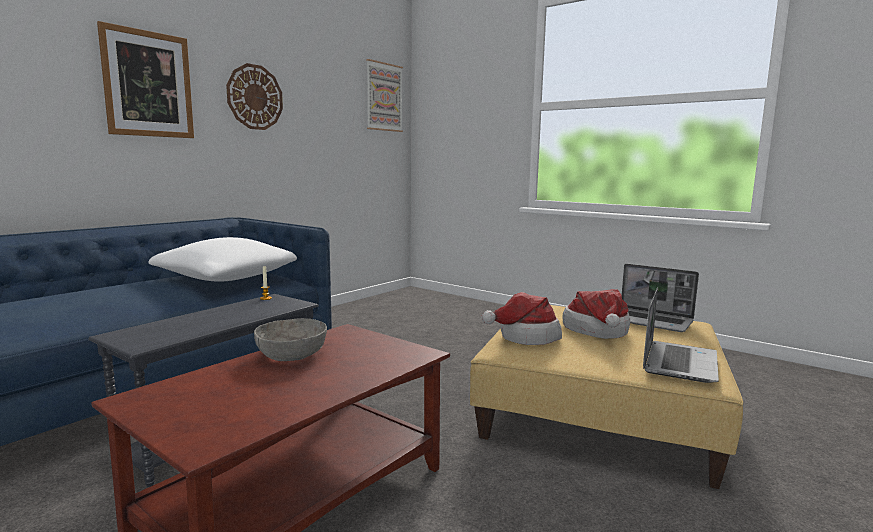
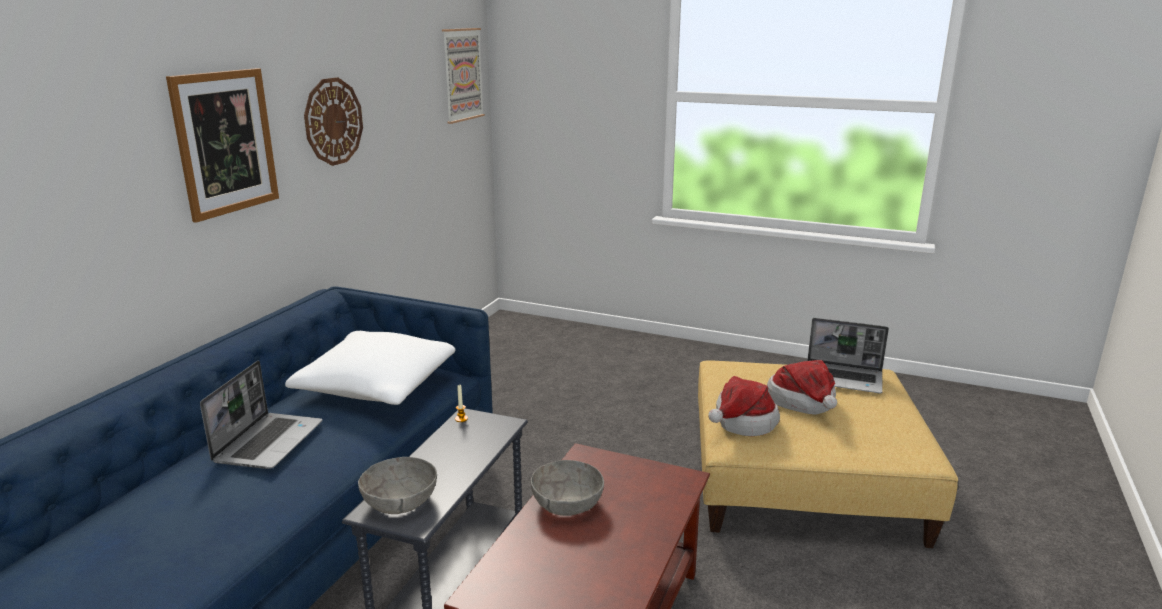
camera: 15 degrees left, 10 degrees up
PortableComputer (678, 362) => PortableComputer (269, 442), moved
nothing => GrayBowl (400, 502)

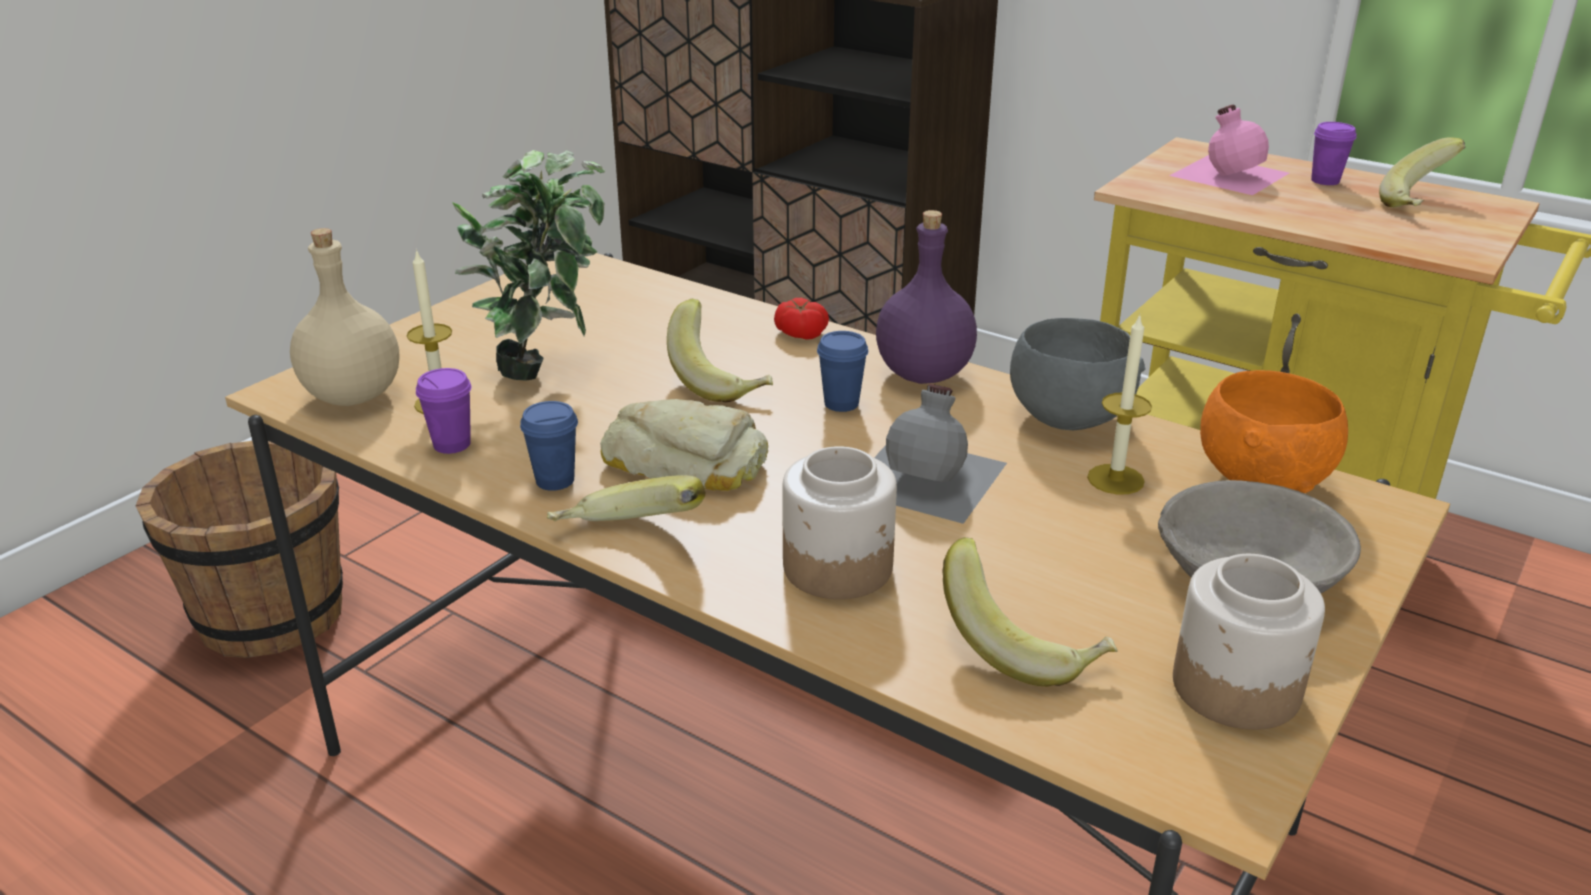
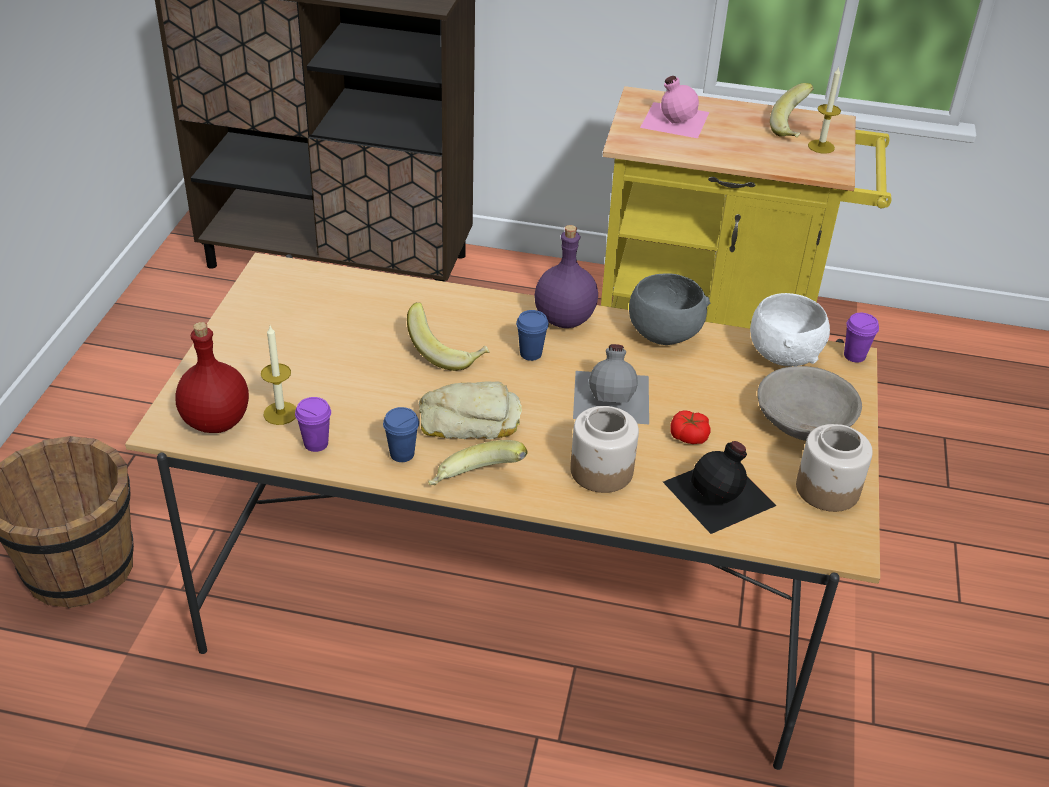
camera: 25 degrees left, 10 degrees up
PurpleColouredCup (1325, 181) => PurpleColouredCup (854, 356), moved
Houseplant (547, 369) => nothing
SandColouredDrinkBottle (351, 396) => RedColouredDrinkBottle (215, 422)
Tomato (800, 333) => Tomato (689, 436), moved
Candle (1115, 479) => Candle (821, 146), moved
OrangeyBowl (1263, 480) => WhitishBowl (783, 355)
BananaFruit (1023, 646) => BlackColouredDrinkBottle (721, 494)

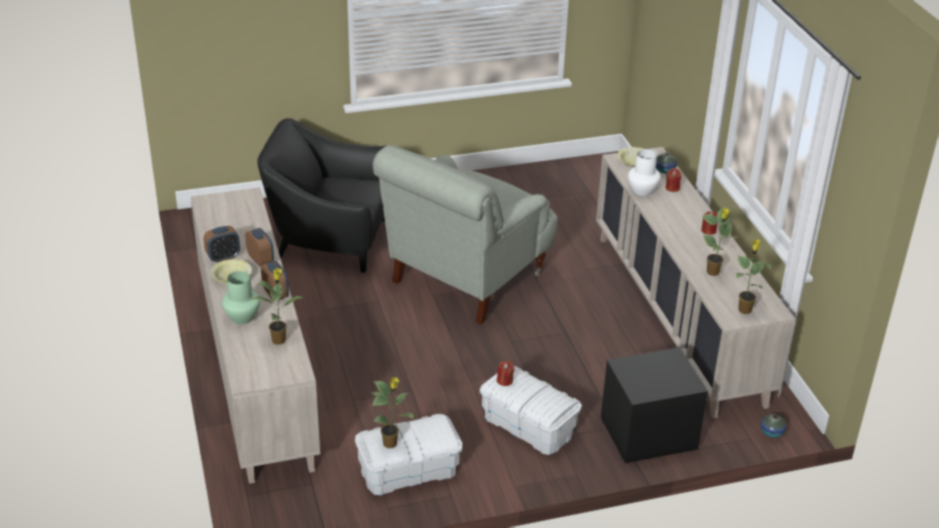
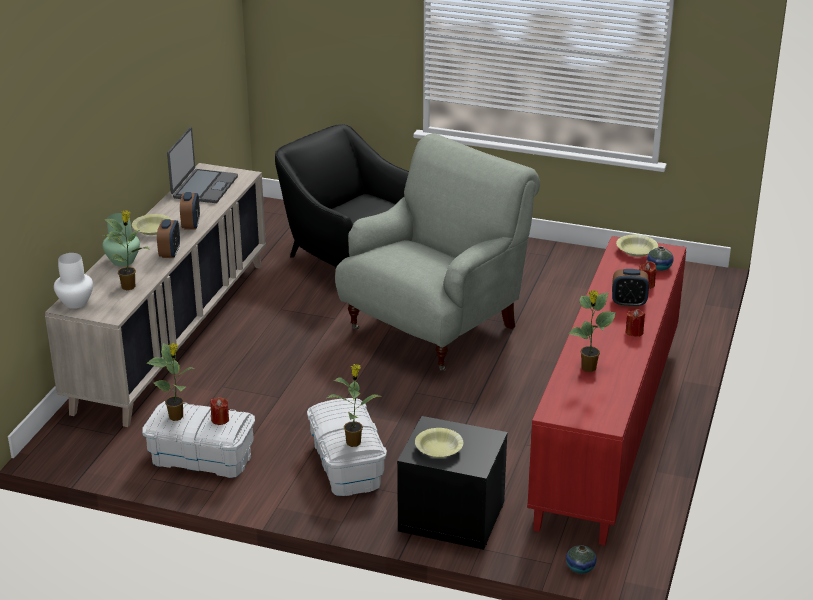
camera: 35 degrees right, 5 degrees down
GrayLoungeChair (466, 279) => GrayLoungeChair (434, 327), 150 degrees clockwise
SandColouredStorageCabinet (678, 316) => RedColouredStorageCabinet (607, 431)
WhitishDecorativeVase (642, 190) => WhitishDecorativeVase (76, 302), moved
BedsideClock (223, 257) => BedsideClock (628, 303), moved
Houseplant (744, 309) => Houseplant (354, 442), moved
RedColouredCandle (504, 381) => RedColouredCandle (220, 419), moved
nothing => PortableComputer (204, 187)
nothing => YellowColouredBowl (439, 449)

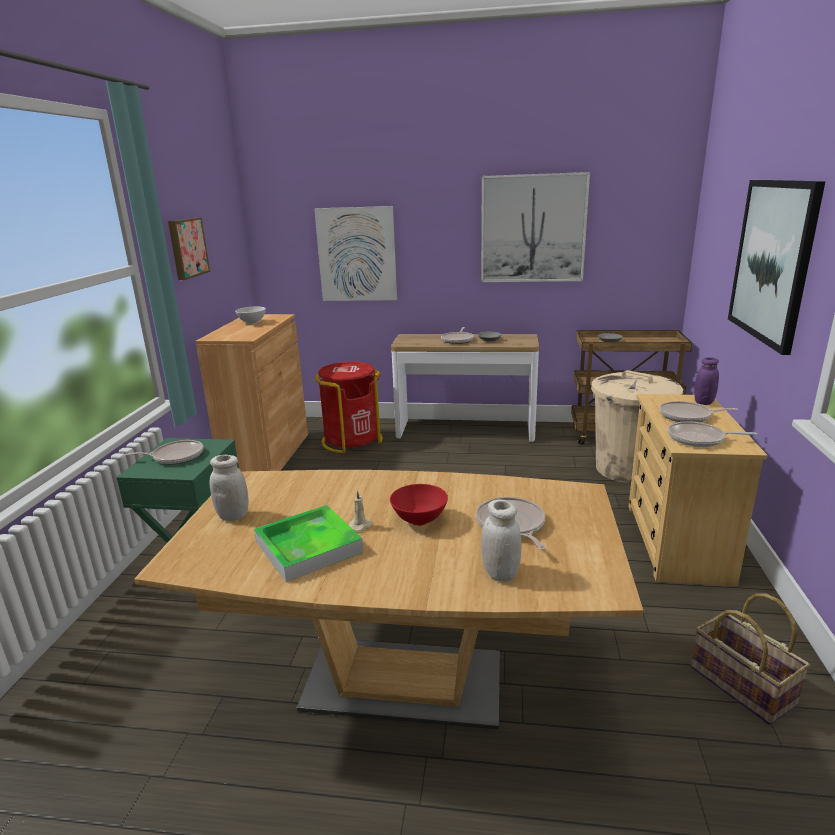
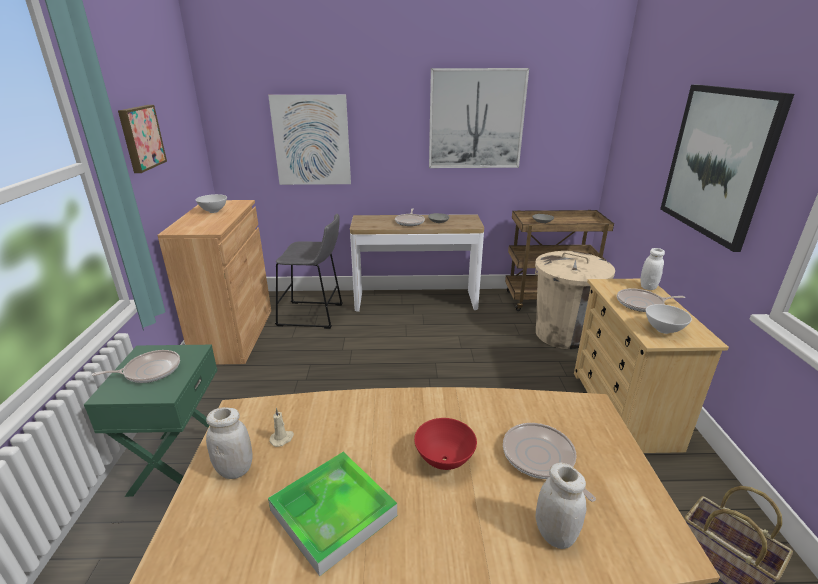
camera: 10 degrees left, 5 degrees up
PurpleColouredPreserveJar (703, 402) => WhitishPreserveJar (648, 287)
RedColouredWasteBin (351, 440) => GrayStoolSeat (314, 315)
FryingPan (699, 439) => WhitishBowl (663, 330)
SandColouredCandle (361, 525) => SandColouredCandle (282, 438), moved

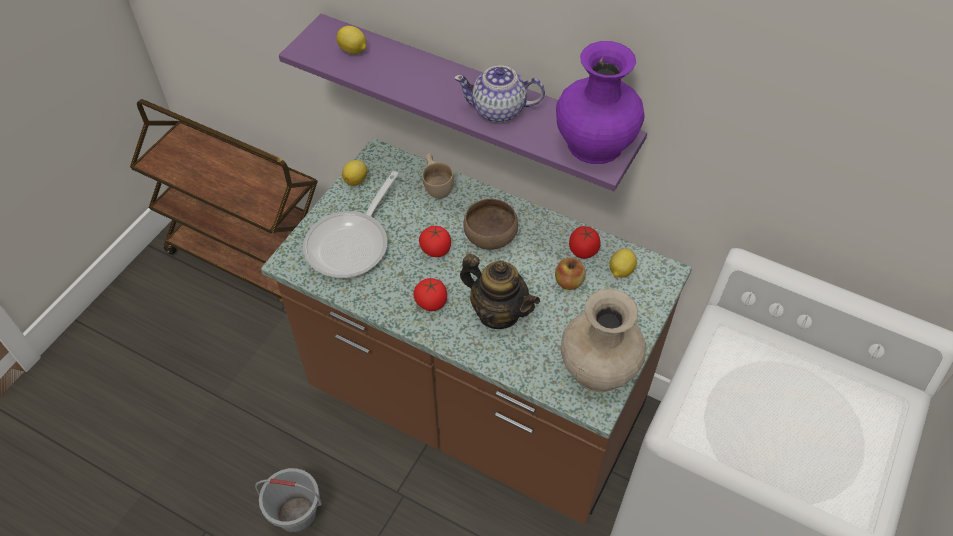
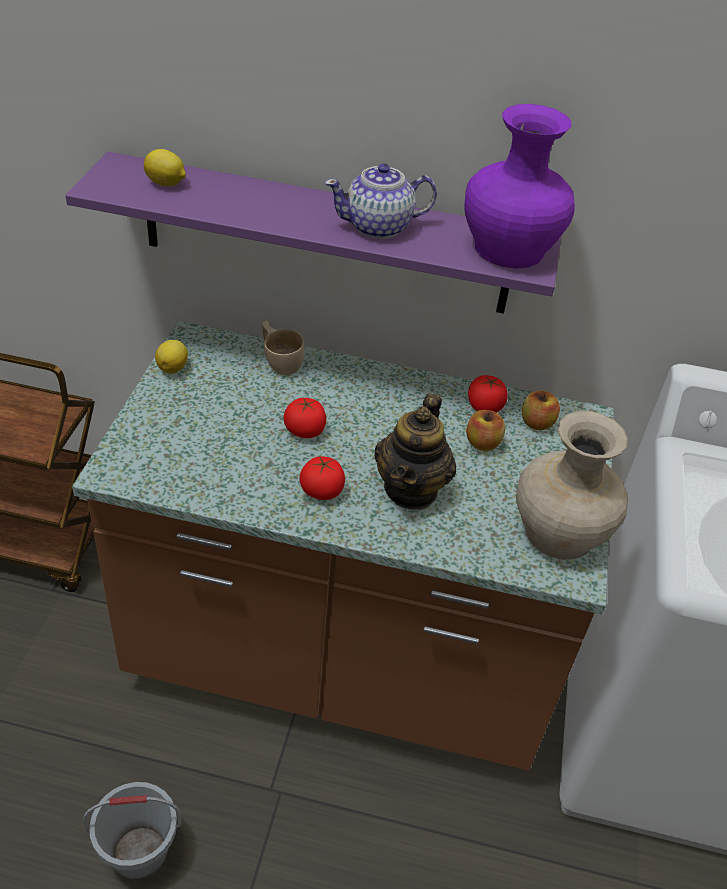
camera: 20 degrees left, 10 degrees down
FryingPan (352, 243) => nothing
BrownBowl (490, 236) => nothing
CitrusFruit (620, 271) => Apple (537, 423)
TeaPot (498, 312) => TeaPot (411, 489), 90 degrees clockwise

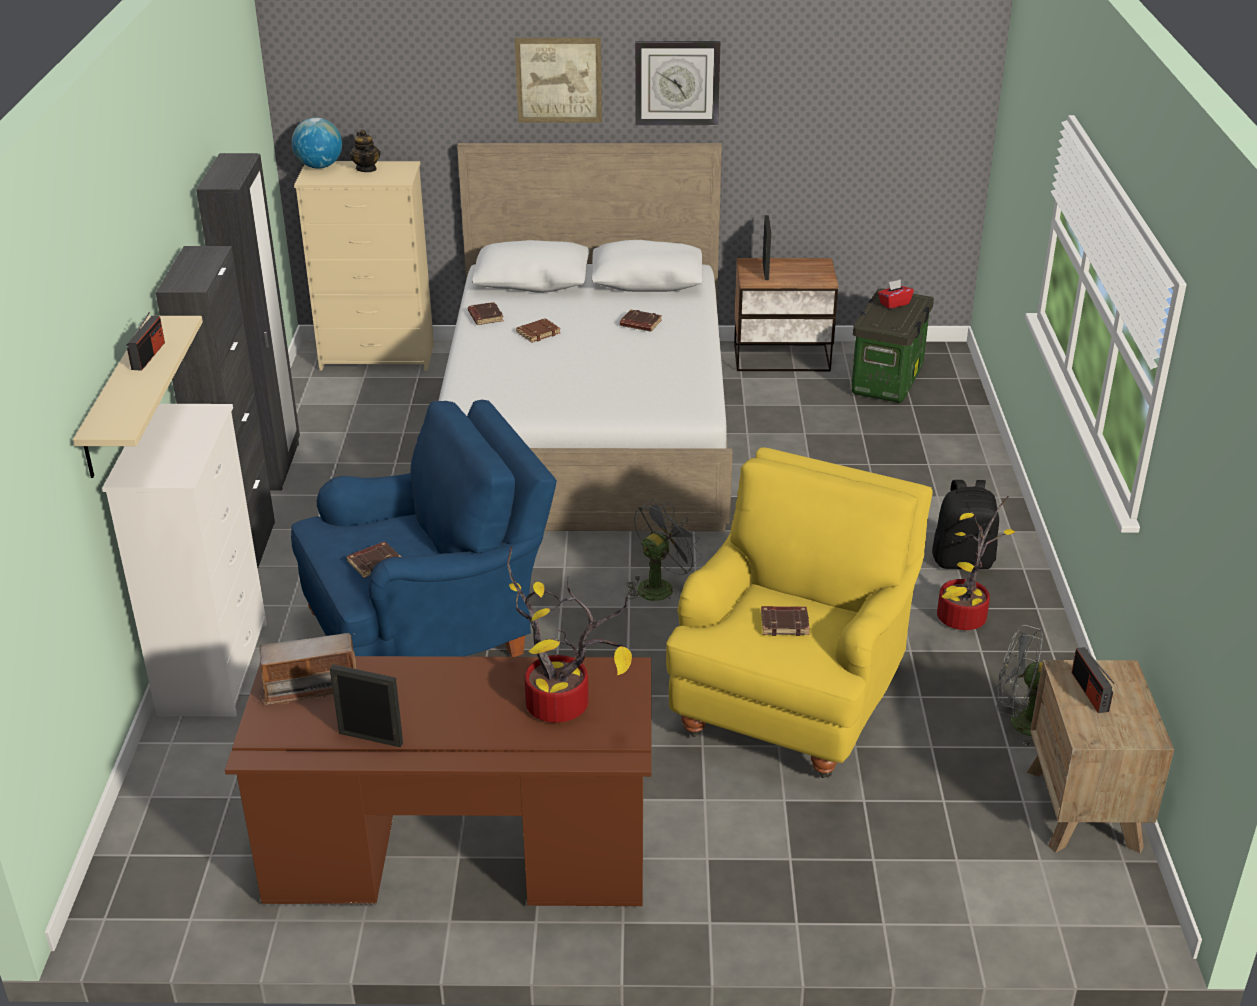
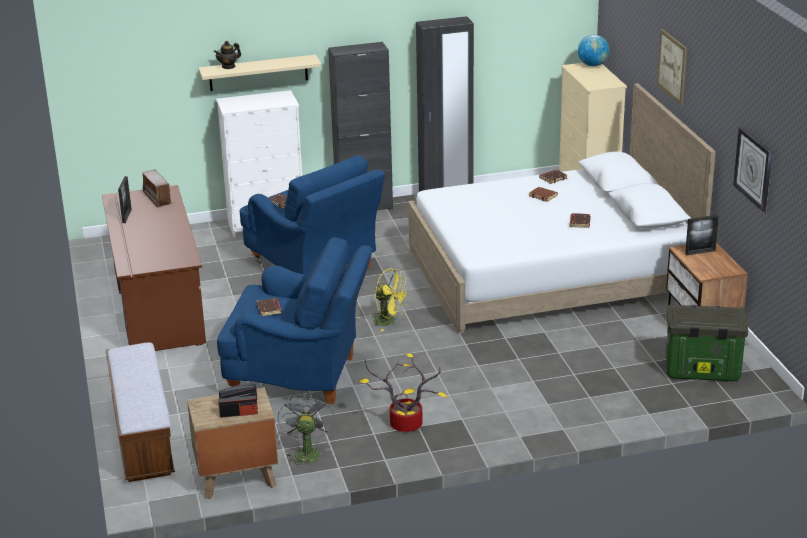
camera: 75 degrees right, 5 degrees down
ClockOnTheWall (677, 82) => ClockOnTheWall (754, 168), moved
TeaPot (366, 169) => TeaPot (228, 66), moved
RedColouredTissueBox (894, 304) => nothing
Radio (148, 356) => Radio (238, 414), moved
YellowColouredLoungeChair (793, 700) => BlueLoungeChair (299, 376)
BlackColouredRucksack (963, 560) => nothing
GrayCoolingFan (660, 586) => YellowColouredCoolingFan (389, 322)
Houseplant (563, 704) => nothing
nothing => Bench (142, 435)

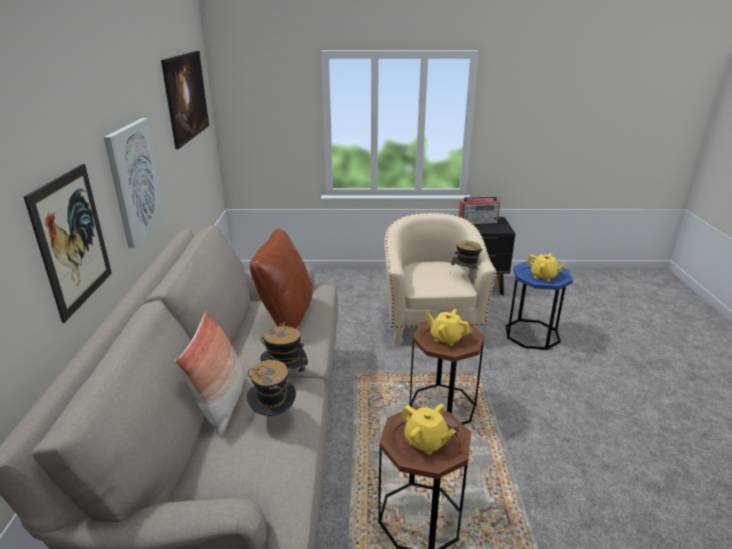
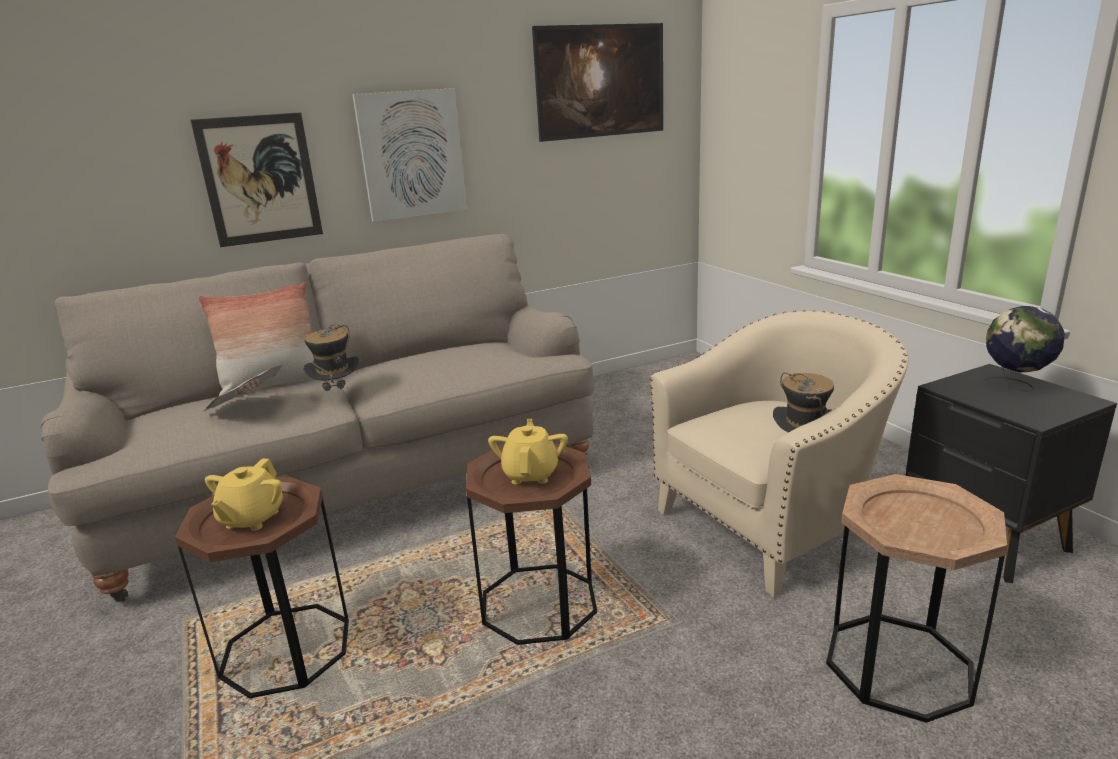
camera: 65 degrees right, 5 degrees down
Radio (478, 222) => Globe (1015, 386)
BrownPillow (286, 315) => nothing
YellowColouredTeaPot (543, 276) => nothing
BlueSideTable (532, 334) => BrownSideTable (898, 664)
Hat (273, 417) => PrintedPaper (247, 408)

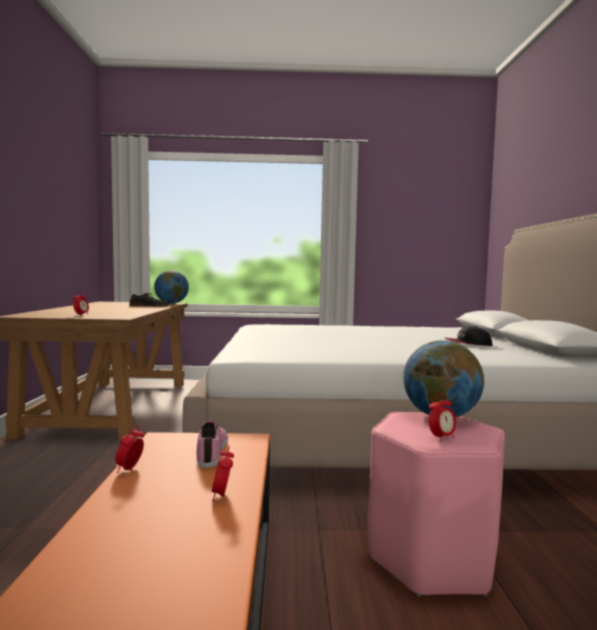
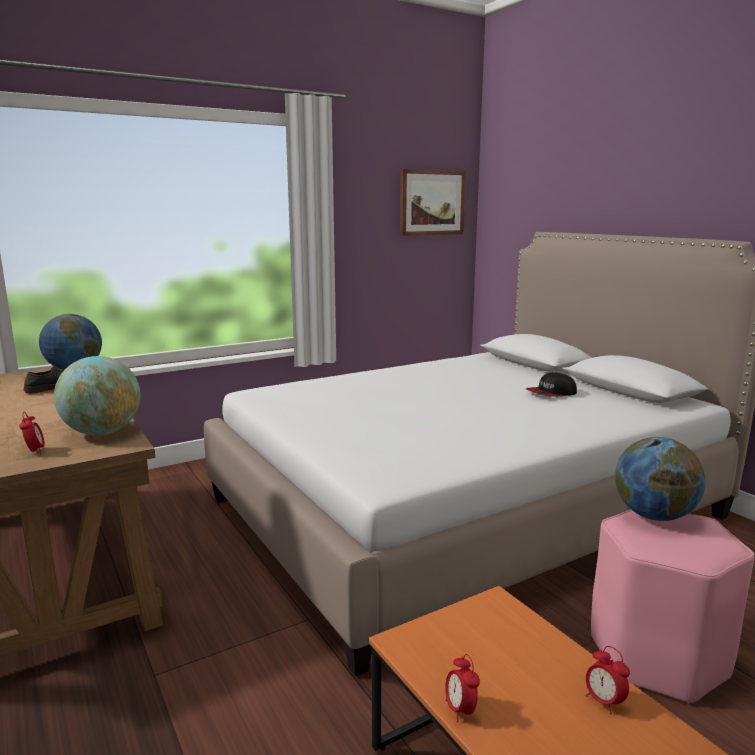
camera: 30 degrees left, 10 degrees up
BedsideClock (441, 437) => nothing
ItemOfFootwear (212, 451) => nothing
nothing => Picture (432, 202)
nothing => Globe (102, 432)

